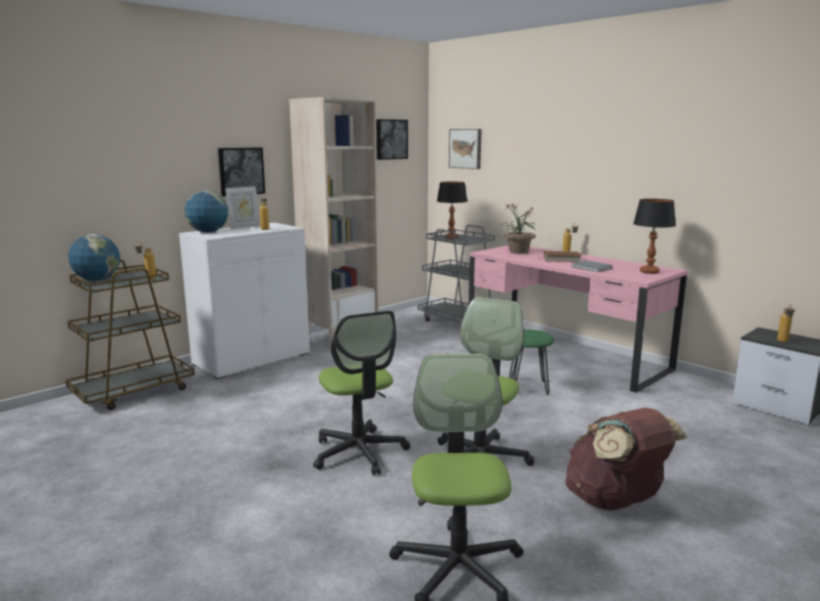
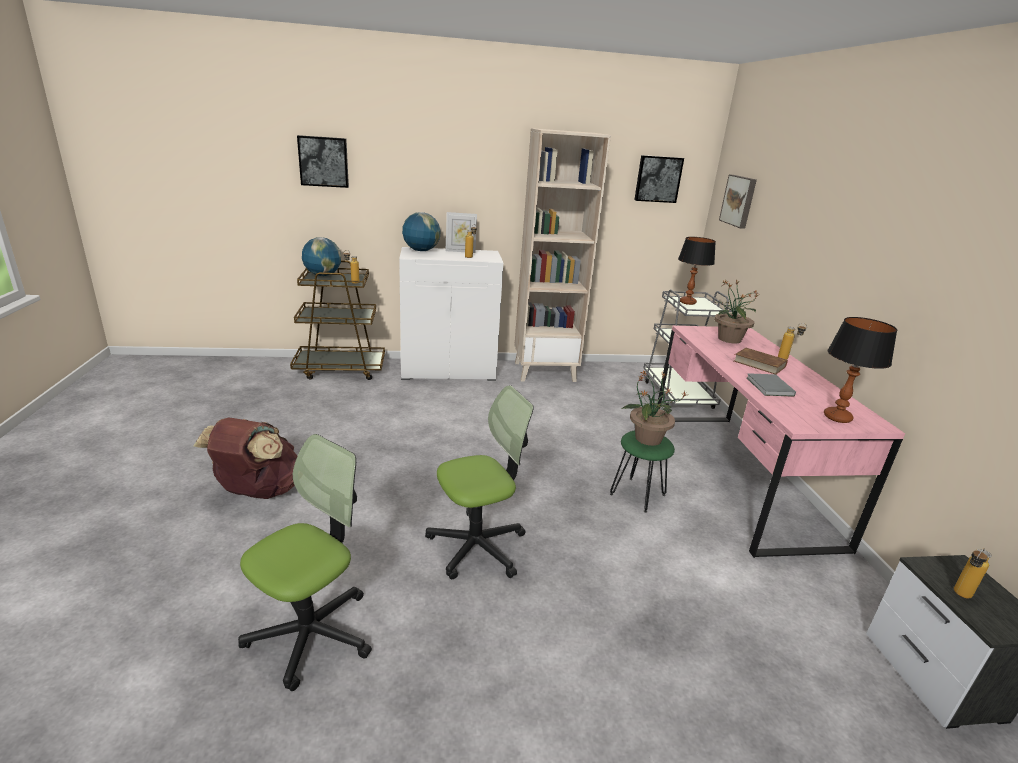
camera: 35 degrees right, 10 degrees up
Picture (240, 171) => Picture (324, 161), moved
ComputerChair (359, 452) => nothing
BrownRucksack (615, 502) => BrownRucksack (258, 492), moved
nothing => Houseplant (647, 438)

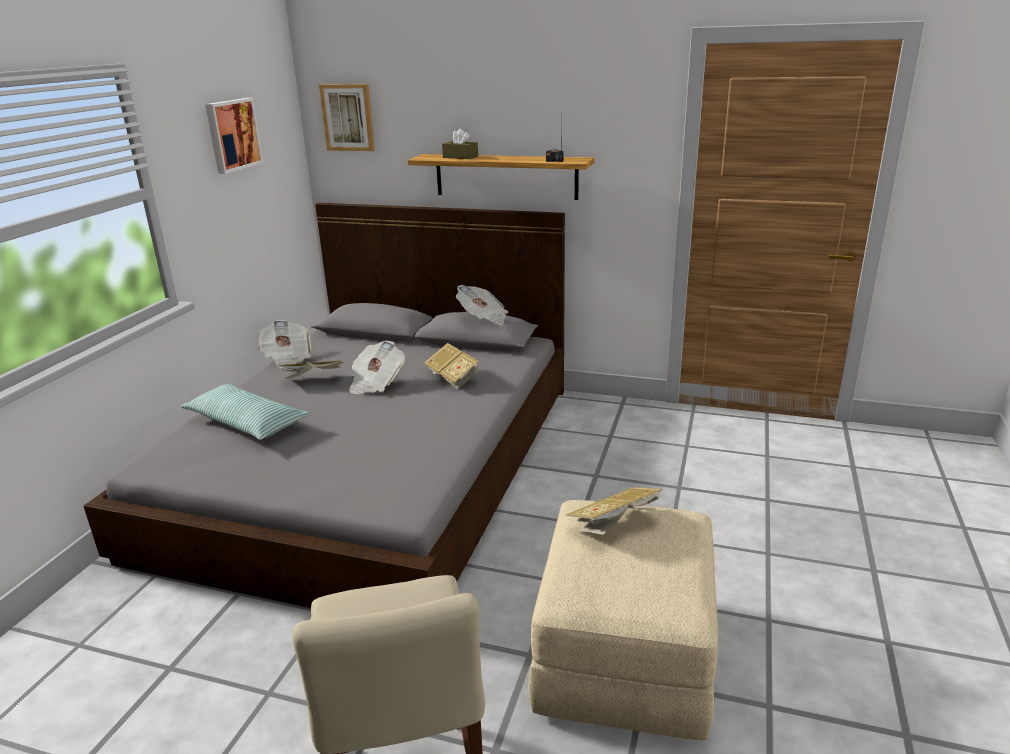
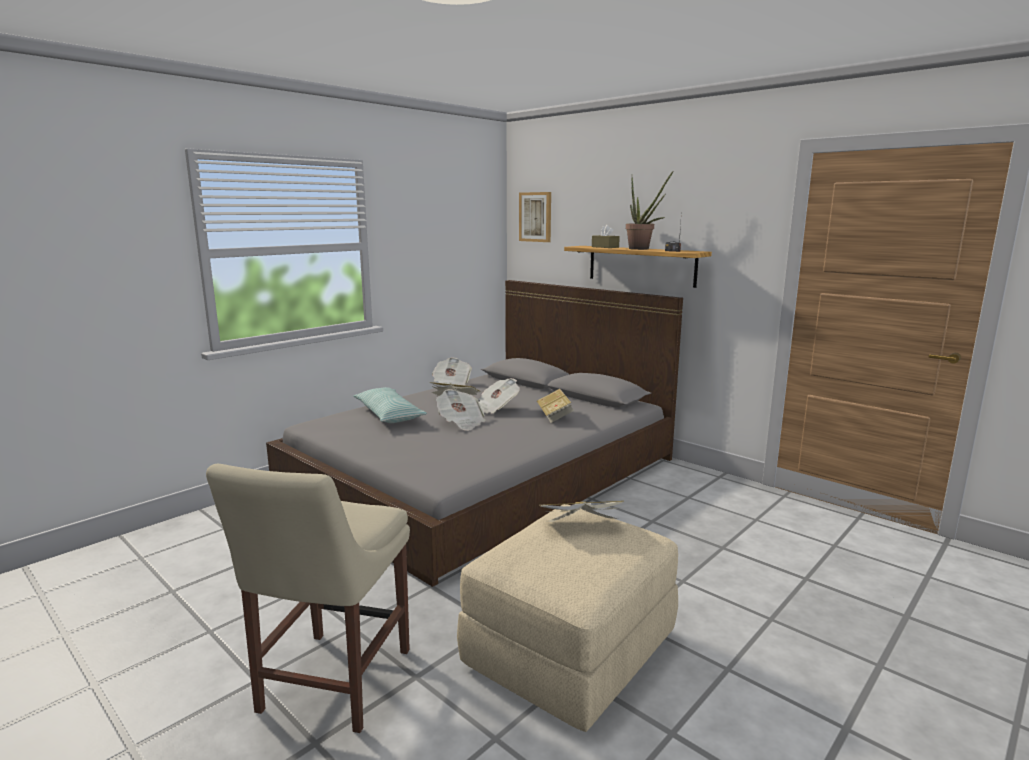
camera: 25 degrees right, 10 degrees down
Picture (232, 135) => nothing
PrintedPaper (483, 318) => PrintedPaper (461, 422), moved
nothing => Houseplant (642, 249)

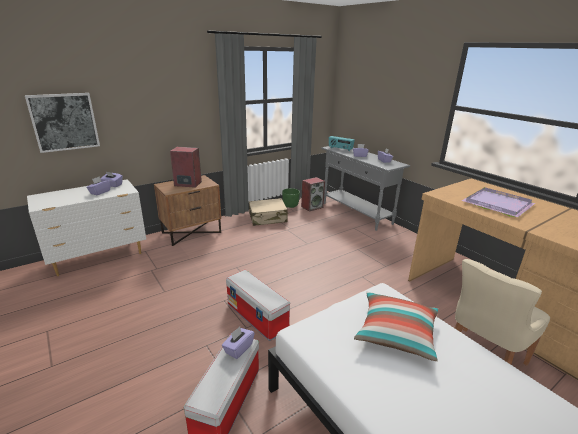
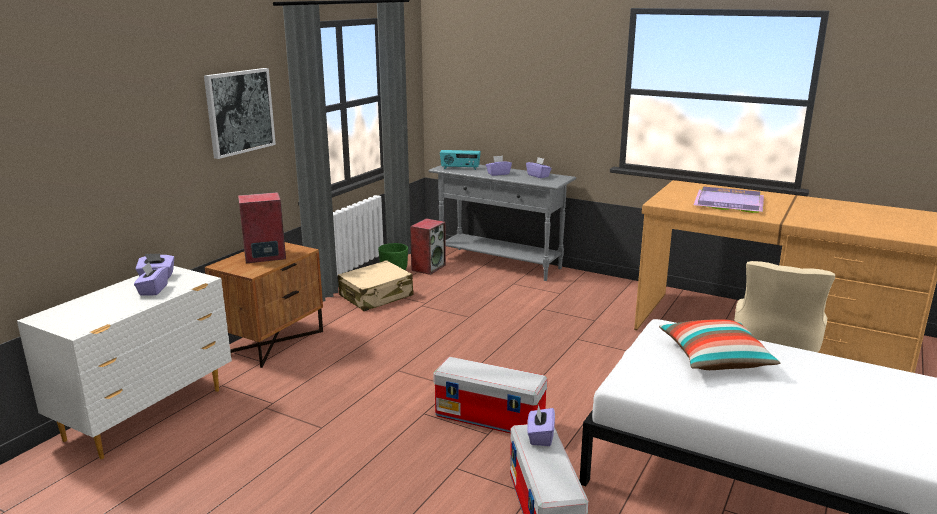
camera: 25 degrees left, 5 degrees down
Picture (64, 122) => Picture (239, 112), moved

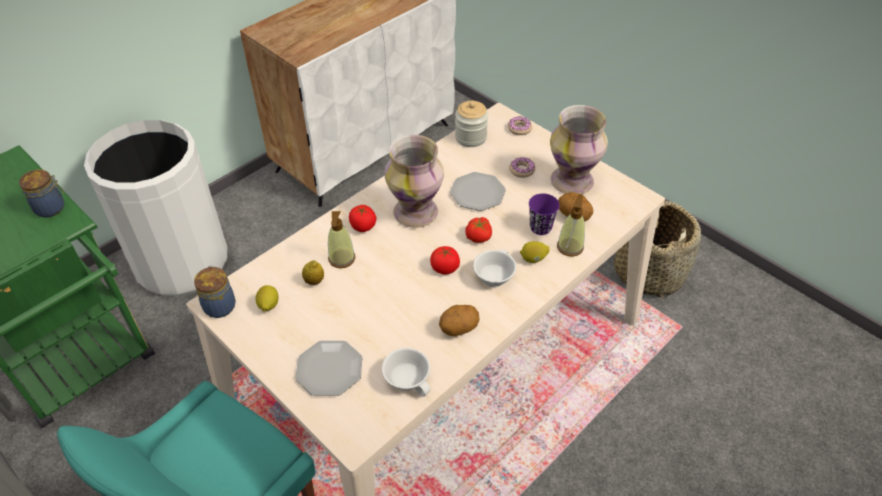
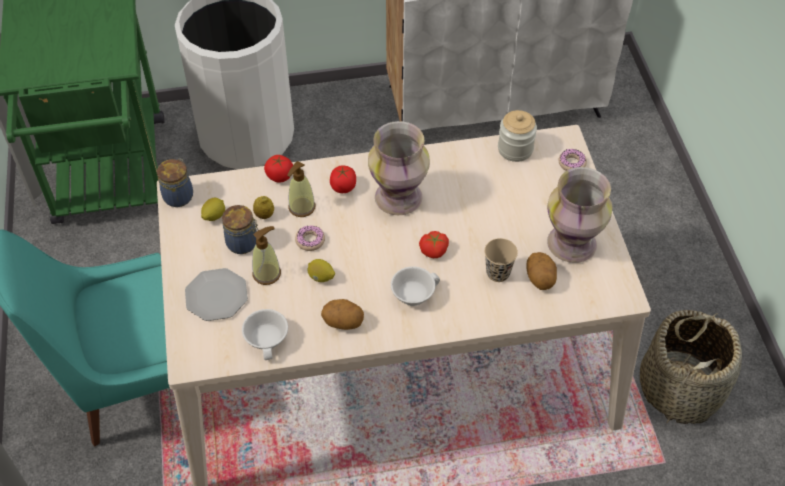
camera: 35 degrees right, 5 degrees up
Doughnut (521, 170) => Doughnut (310, 240), moved
PreserveJar (51, 208) => PreserveJar (243, 243), moved
Plate (478, 193) => nothing
PurpleColouredCup (540, 227) => SandColouredCup (498, 273)
SoapBottle (570, 247) => SoapBottle (267, 273), moved
CitrusFruit (533, 259) => CitrusFruit (321, 277), moved
Tomato (445, 268) => Tomato (279, 176), moved

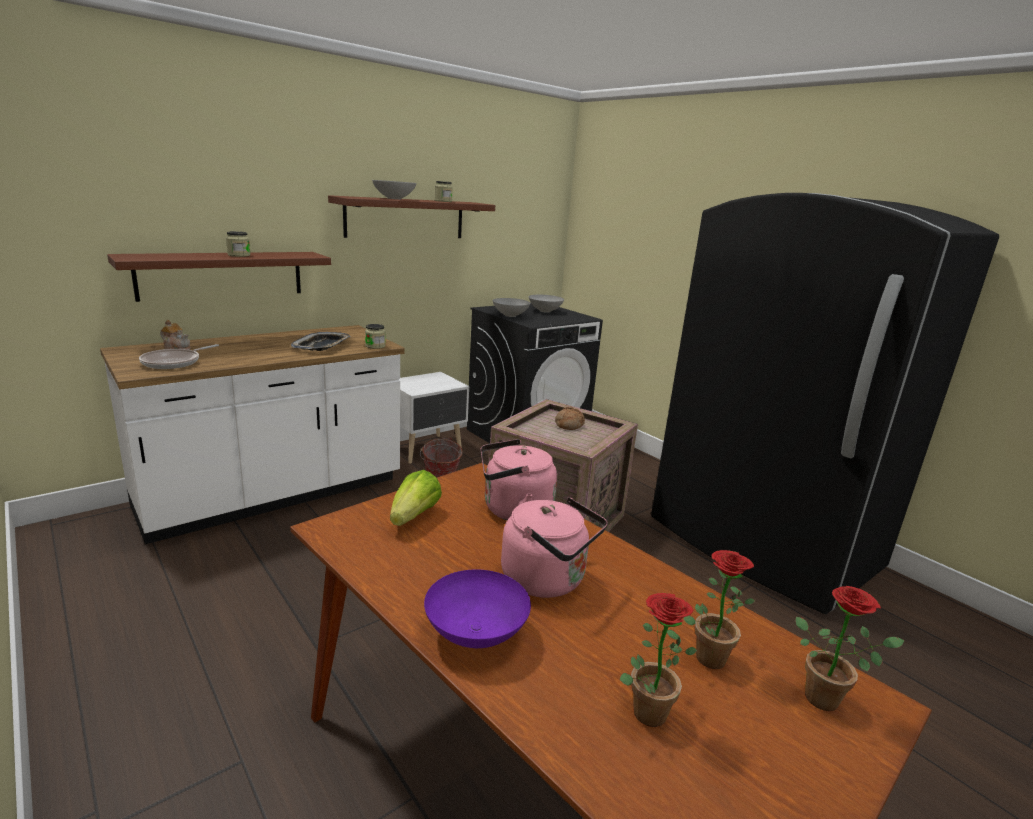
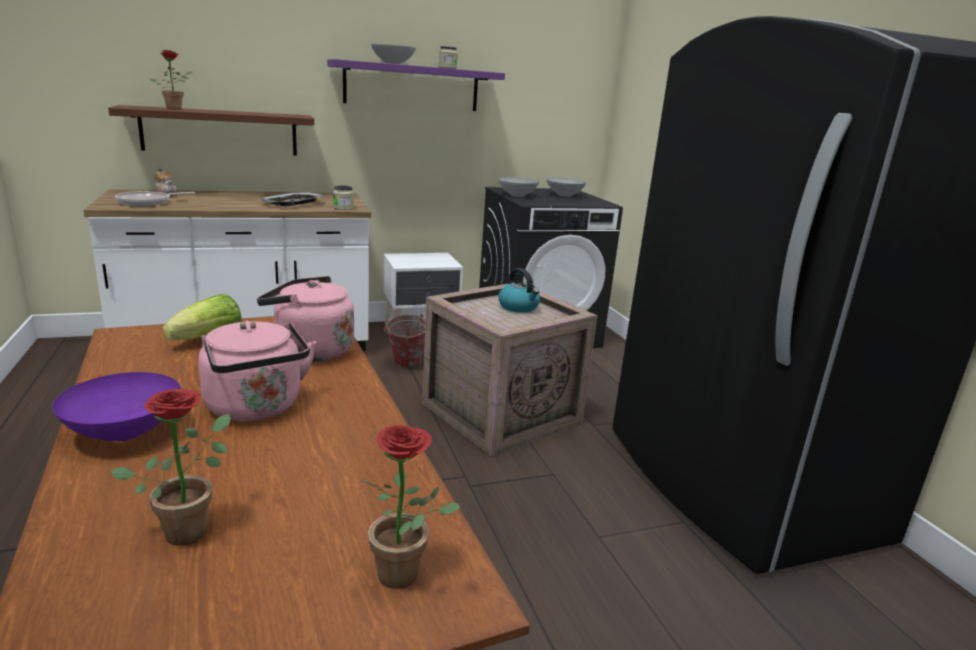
camera: 20 degrees right, 0 degrees up
BrownBracketShelf (406, 218) => PurpleColouredBracketShelf (412, 87)
PreserveJar (239, 255) => nothing
BakedBread (568, 425) => Kettle (519, 307)
Houseplant (708, 653) => Houseplant (176, 109), moved

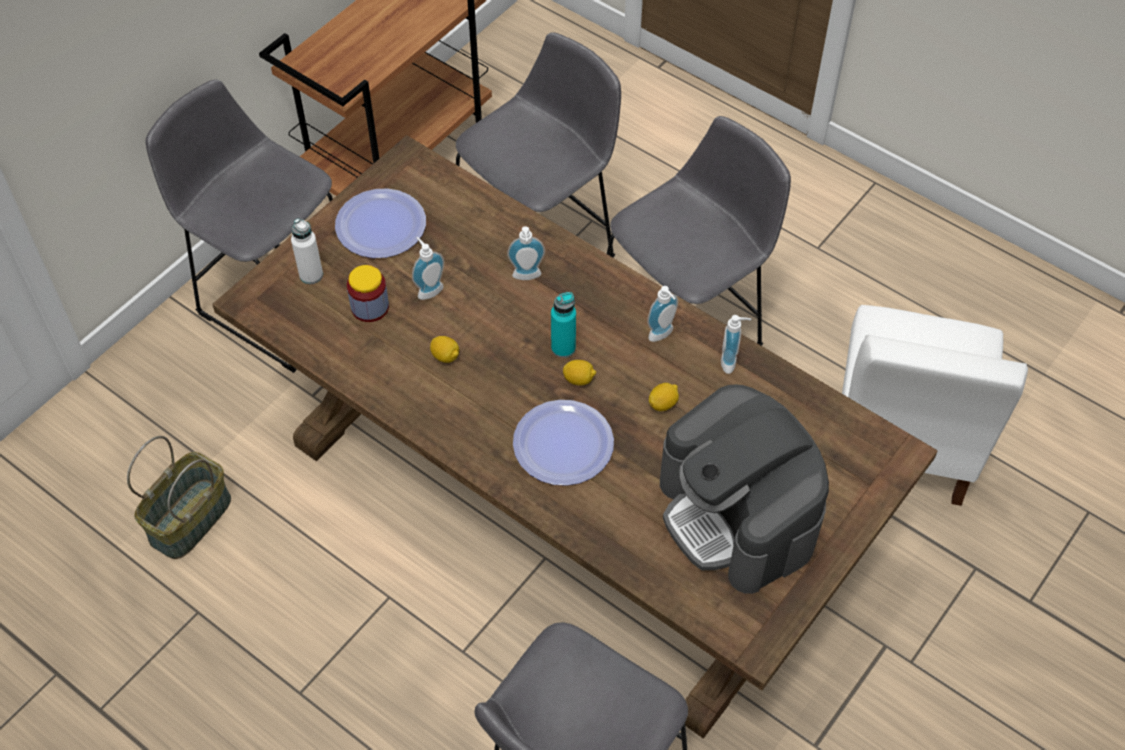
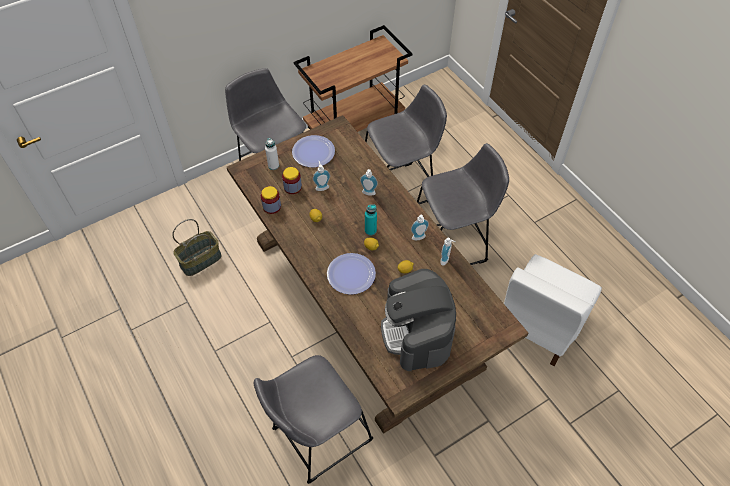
camera: 20 degrees right, 0 degrees up
nothing => PreserveJar (271, 206)

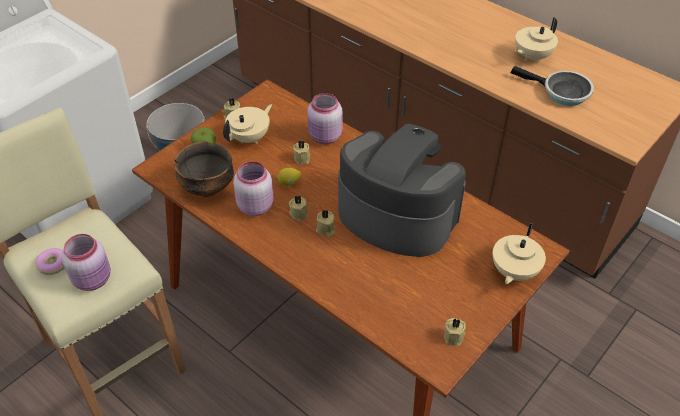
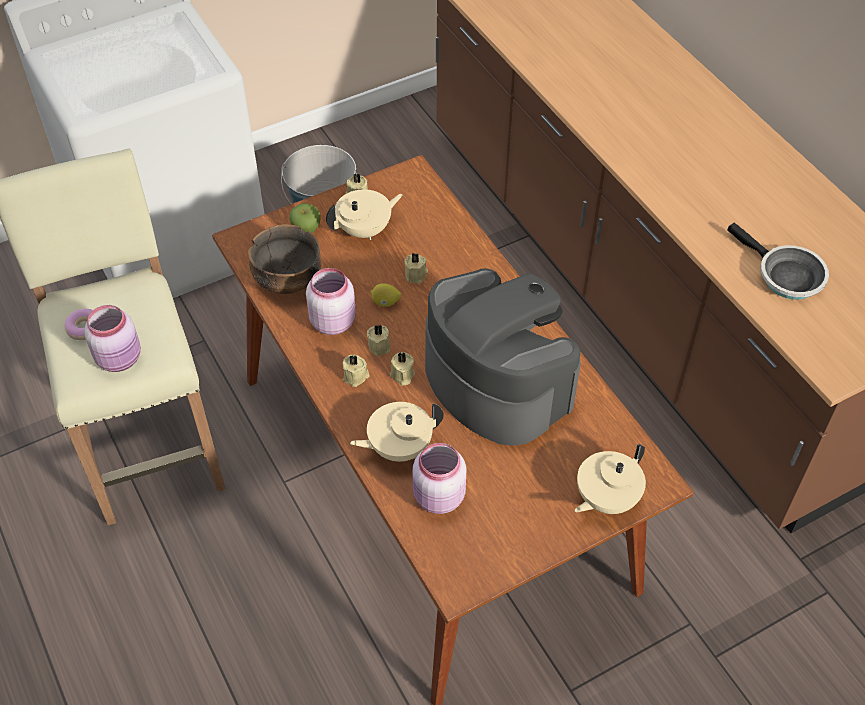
camera: 20 degrees right, 5 degrees up
SandColouredTeaPot (531, 56) => SandColouredTeaPot (399, 447), moved
PinkishPreserveJar (324, 137) => PinkishPreserveJar (438, 498), moved
SandColouredCandle (454, 336) => SandColouredCandle (356, 376), moved

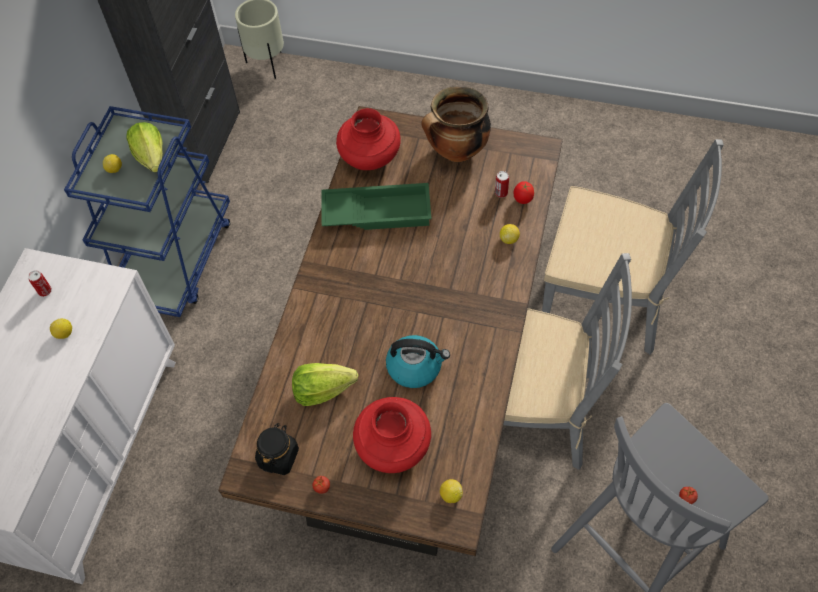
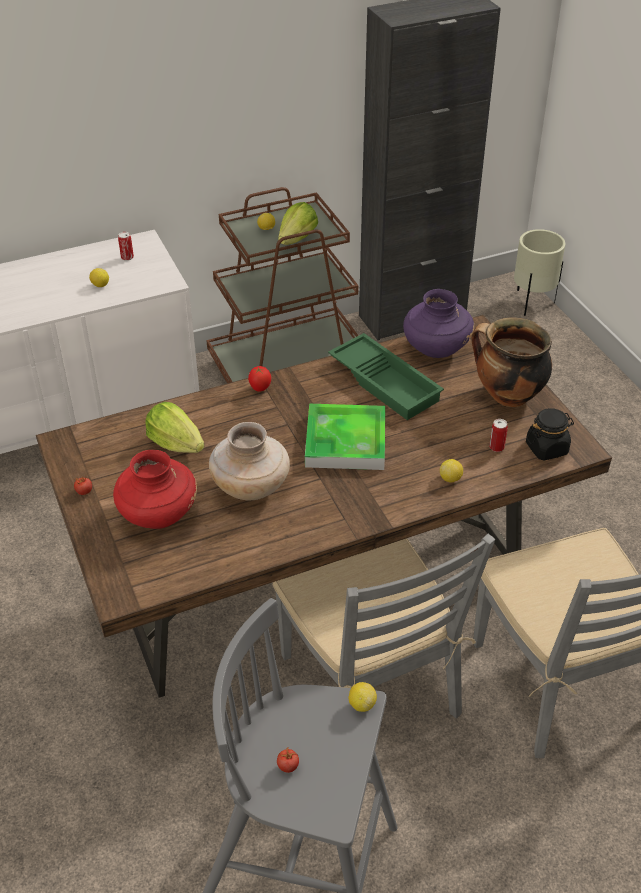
camera: 50 degrees right, 15 degrees down
BlueTrolley (174, 258) => BrownTrolley (288, 365)
RedColouredDecorativeVase (370, 158) => PurpleColouredDecorativeVase (435, 349)
Tomato (522, 200) => Tomato (260, 389), moved
Kettle (415, 367) => SandColouredDecorativeVase (251, 487)
BlackColouredPreserveJar (278, 457) => BlackColouredPreserveJar (547, 448), moved
CitrusFruit (451, 495) => CitrusFruit (362, 704), moved
nothing => Tray (345, 441)

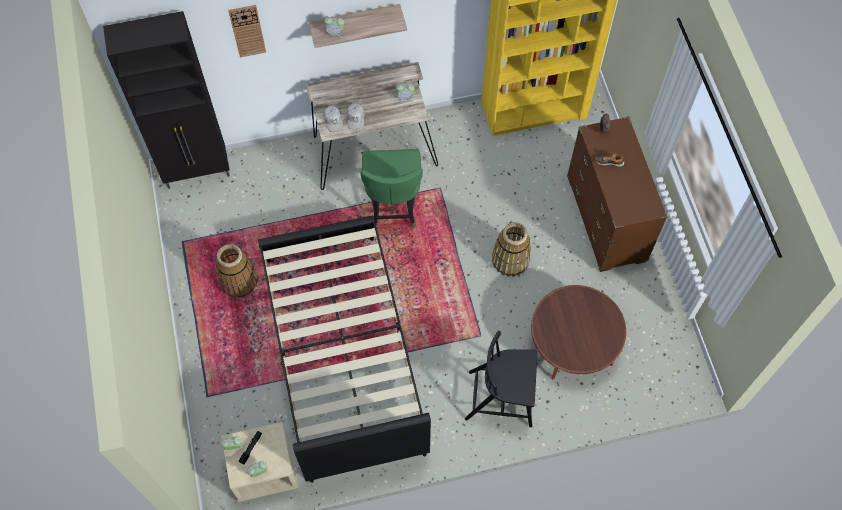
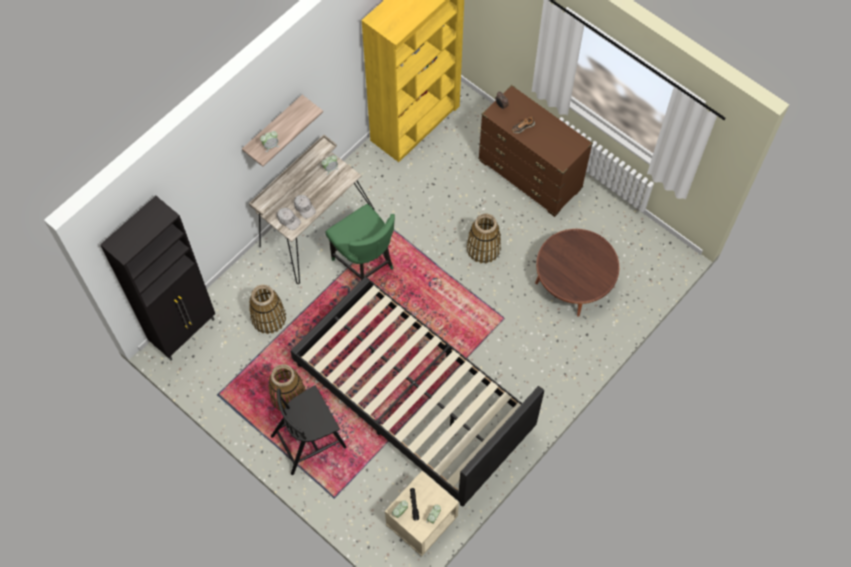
camera: 35 degrees left, 0 degrees up
ClockOnTheWall (247, 30) => nothing
BlackColouredChair (502, 398) => BlackColouredChair (309, 440), moved
nothing => Basket (268, 317)

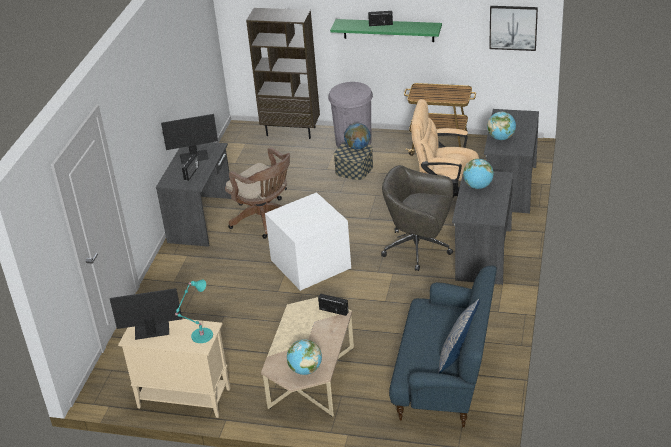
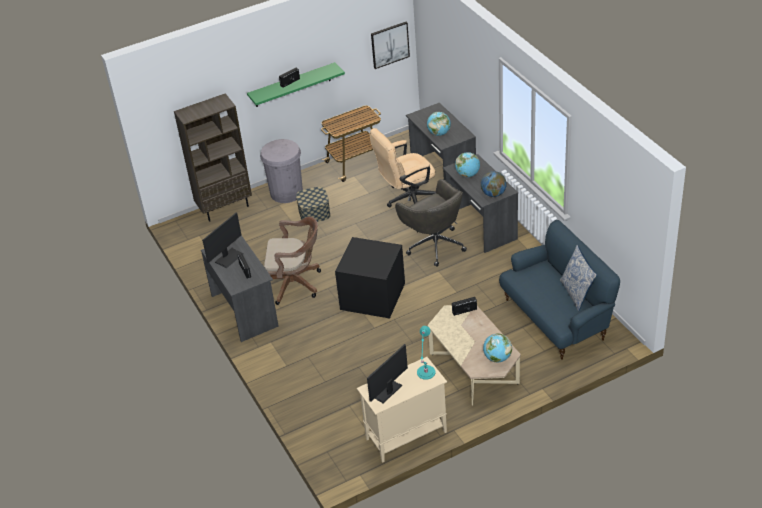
camera: 40 degrees left, 5 degrees up
Globe (358, 147) => Globe (493, 194), moved
GrayComputerChair (419, 249) => GrayComputerChair (434, 245), 105 degrees counterclockwise
WhitishStorageBin (309, 264) => BlackColouredStorageBin (371, 296)

